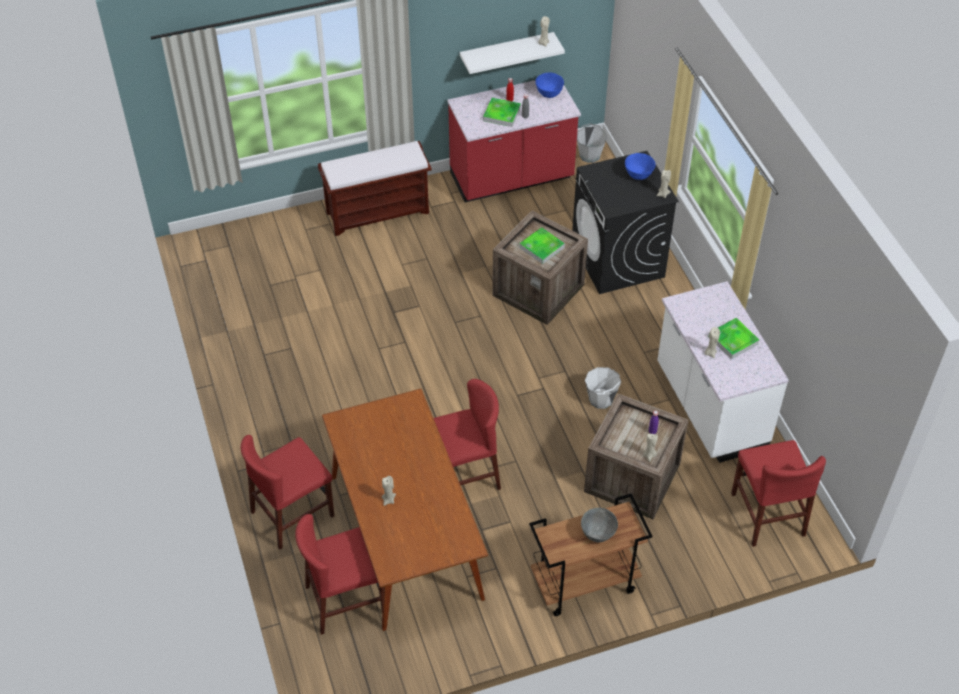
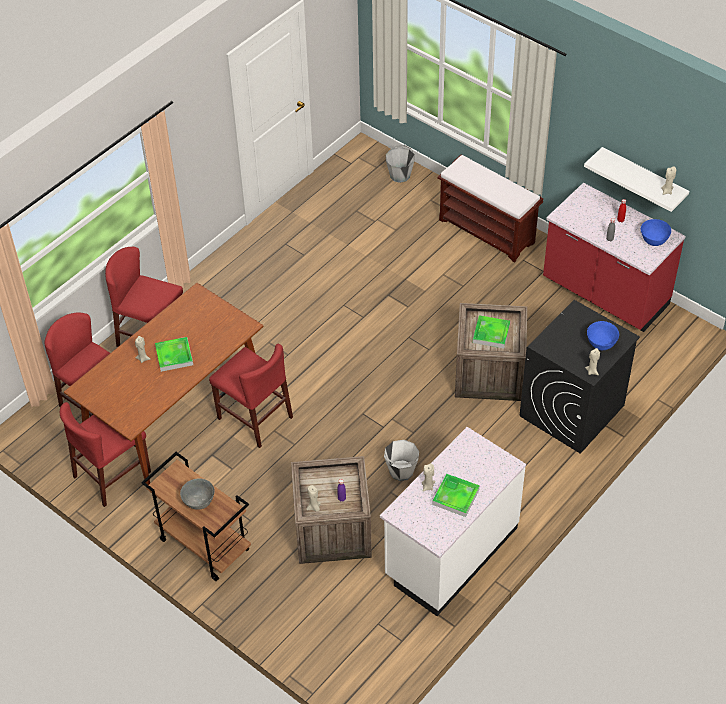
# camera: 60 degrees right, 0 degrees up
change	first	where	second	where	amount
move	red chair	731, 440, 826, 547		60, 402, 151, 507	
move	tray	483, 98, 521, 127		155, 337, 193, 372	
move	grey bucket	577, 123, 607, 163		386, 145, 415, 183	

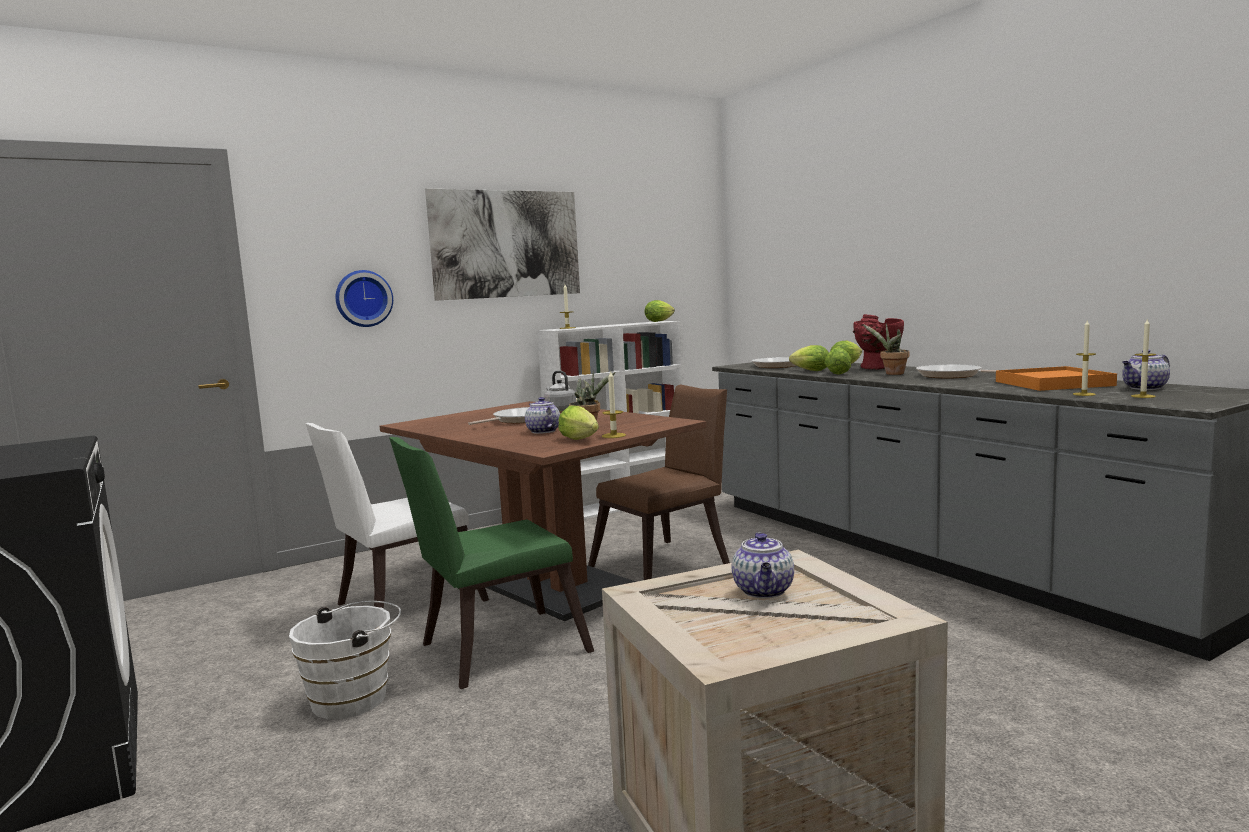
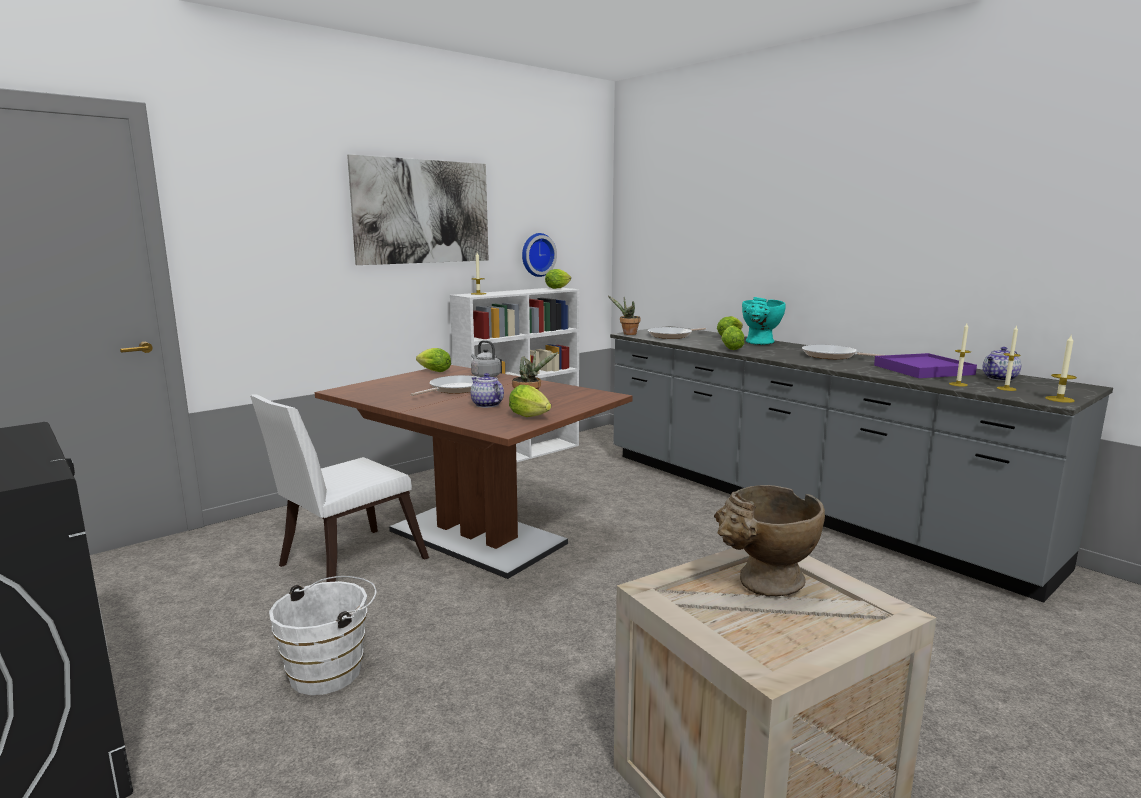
# camera: 10 degrees left, 5 degrees up
change	first	where	second	where	amount
move	lettuce	789, 345, 829, 371		416, 348, 451, 372	
move	wall clock	336, 270, 393, 327		522, 233, 557, 277	
move	potted plant	862, 323, 910, 375		608, 296, 640, 335	
replace	teapot	732, 532, 794, 599	beige vase	714, 485, 825, 597	
recolor	red vase	853, 314, 904, 370	turquoise vase	742, 297, 786, 345	
recolor	orange tray	996, 366, 1117, 391	purple tray	874, 353, 977, 378	
move	candle	602, 370, 626, 438		1045, 334, 1077, 403	
delete	green chair	389, 437, 594, 689			
delete	brown chair	588, 385, 730, 580			

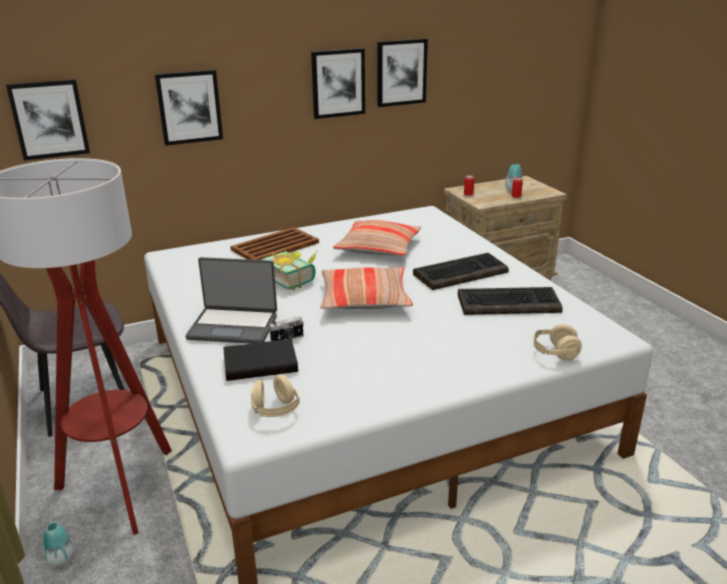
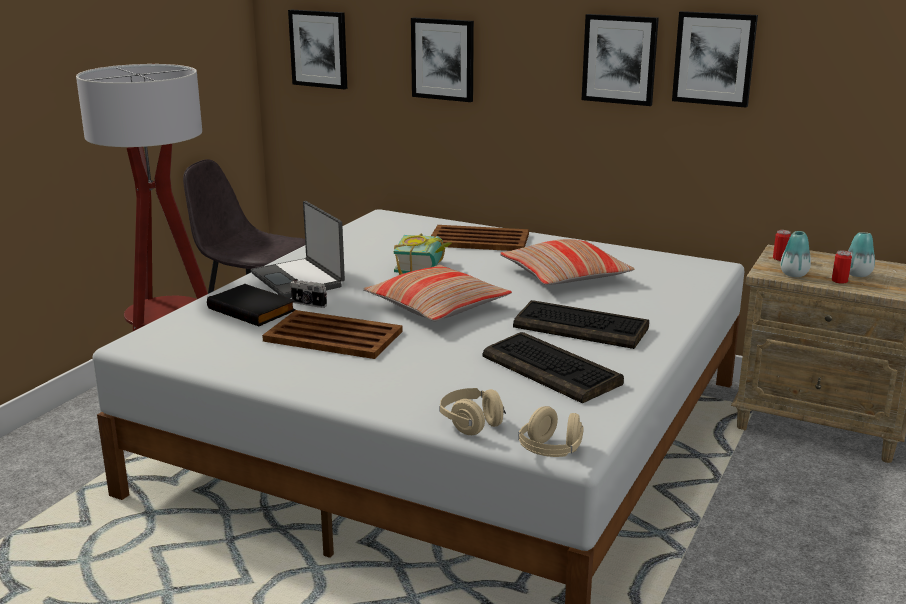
# camera: 50 degrees right, 5 degrees down
change	first	where	second	where	amount
insert			brown tray	262, 310, 403, 359	
move	beige headphones	251, 375, 300, 417		518, 406, 584, 457	
move	vase	43, 522, 75, 566		780, 231, 811, 277	

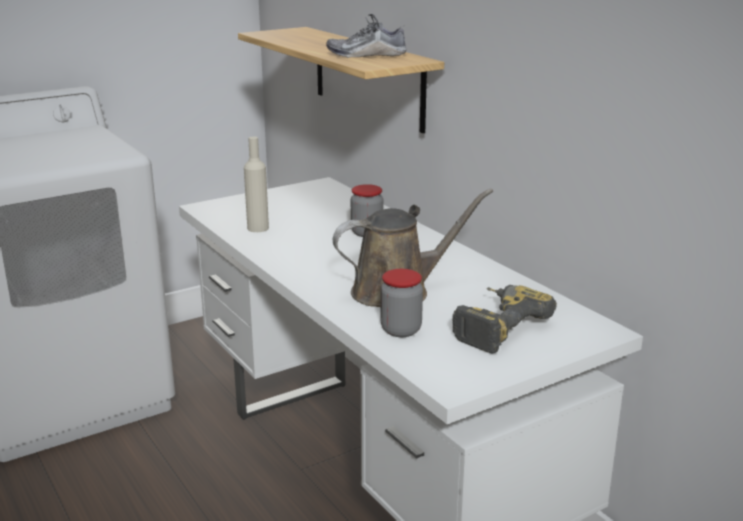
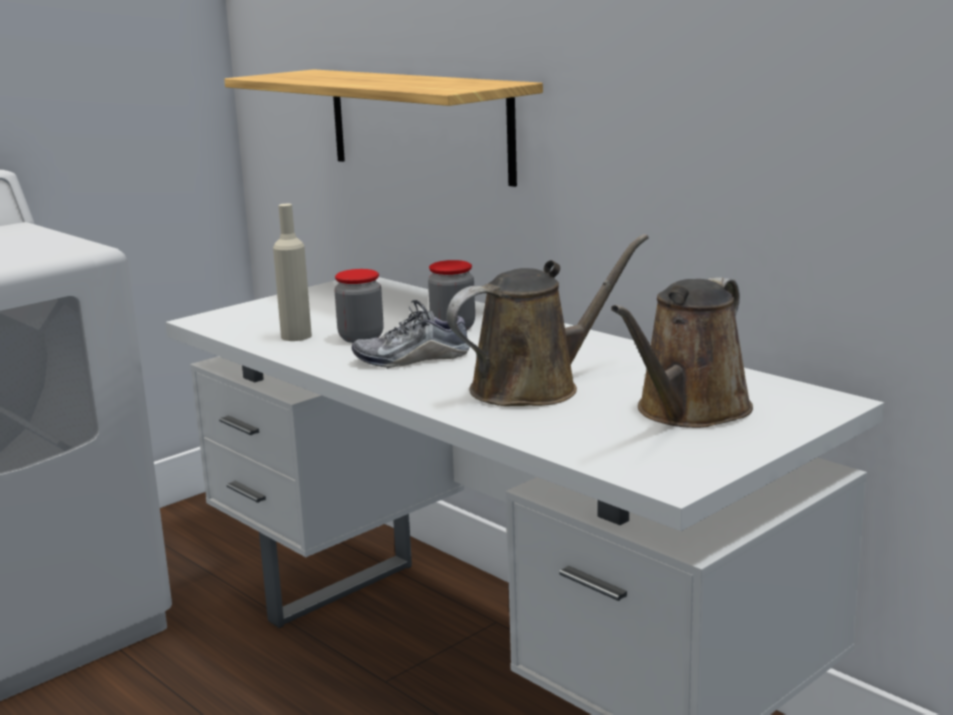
# camera: 10 degrees left, 5 degrees down
change	first	where	second	where	amount
move	jar	380, 269, 423, 337		334, 269, 384, 343	
move	shoe	326, 14, 407, 58		352, 300, 470, 369	
replace	power drill	453, 285, 557, 353	brown watering can	611, 277, 753, 428	

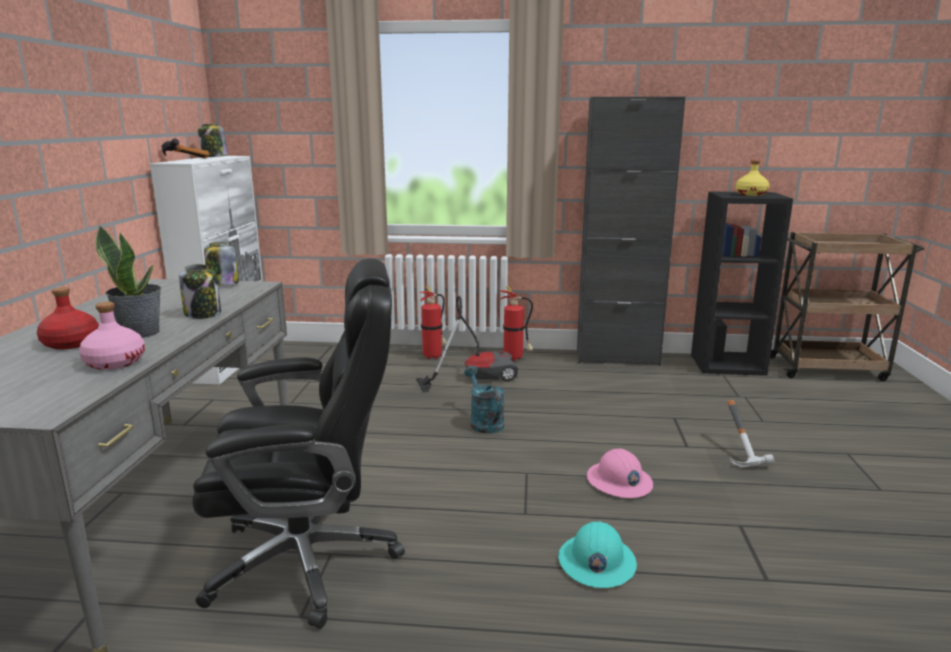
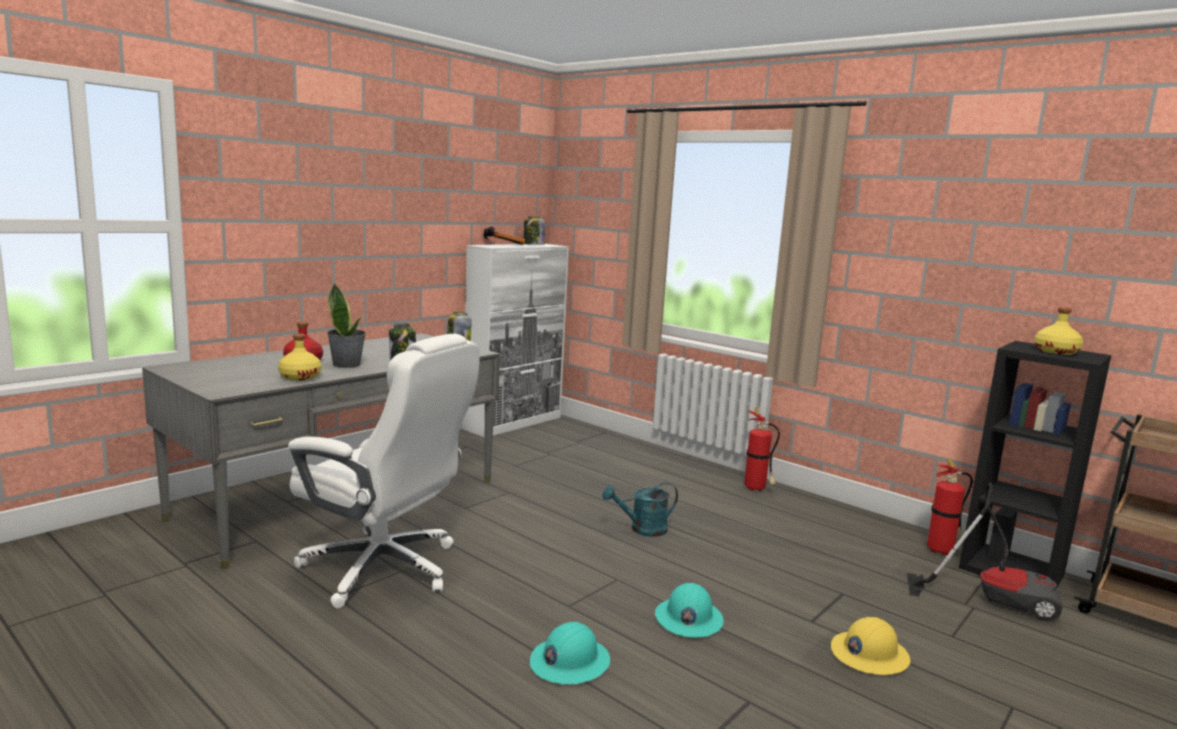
# camera: 35 degrees right, 5 degrees down
change	first	where	second	where	amount
recolor	pink bottle	79, 302, 145, 370	yellow bottle	278, 334, 321, 381	
recolor	black office chair	192, 258, 405, 629	white office chair	288, 334, 480, 609	
rotate	turquoise watering can	464, 366, 505, 433		602, 482, 678, 537	120 degrees counterclockwise
recolor	pink hard hat	587, 449, 653, 498	turquoise hard hat	655, 583, 724, 638	
replace	hammer	727, 400, 774, 467	yellow hard hat	831, 617, 911, 675	
move	vacuum cleaner	416, 296, 518, 393		907, 483, 1063, 621	
move	fire extinguisher	419, 286, 447, 359		927, 458, 973, 555	
delete	black cabinet	577, 97, 685, 366			

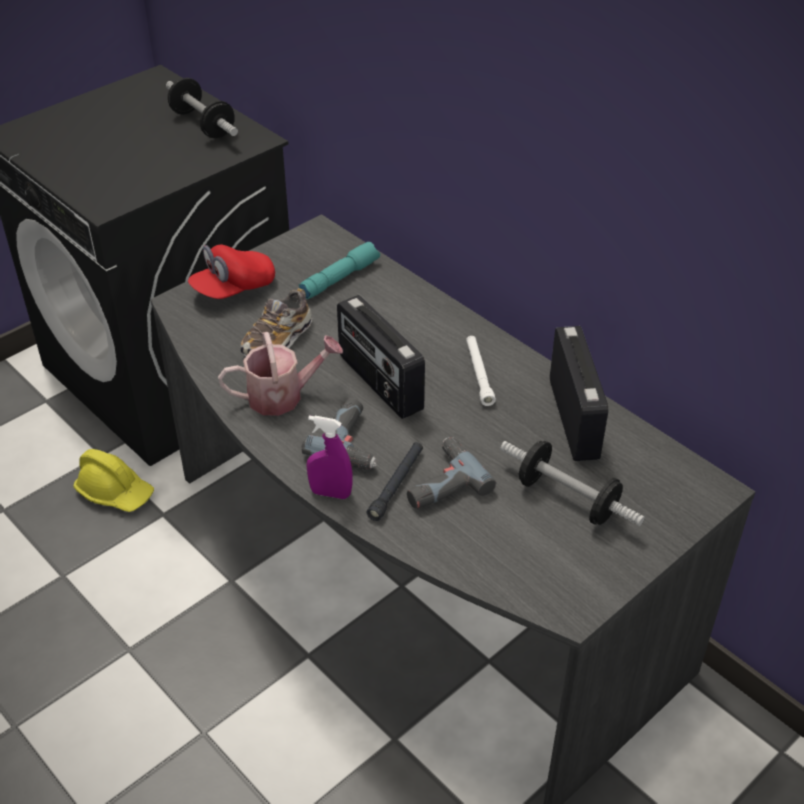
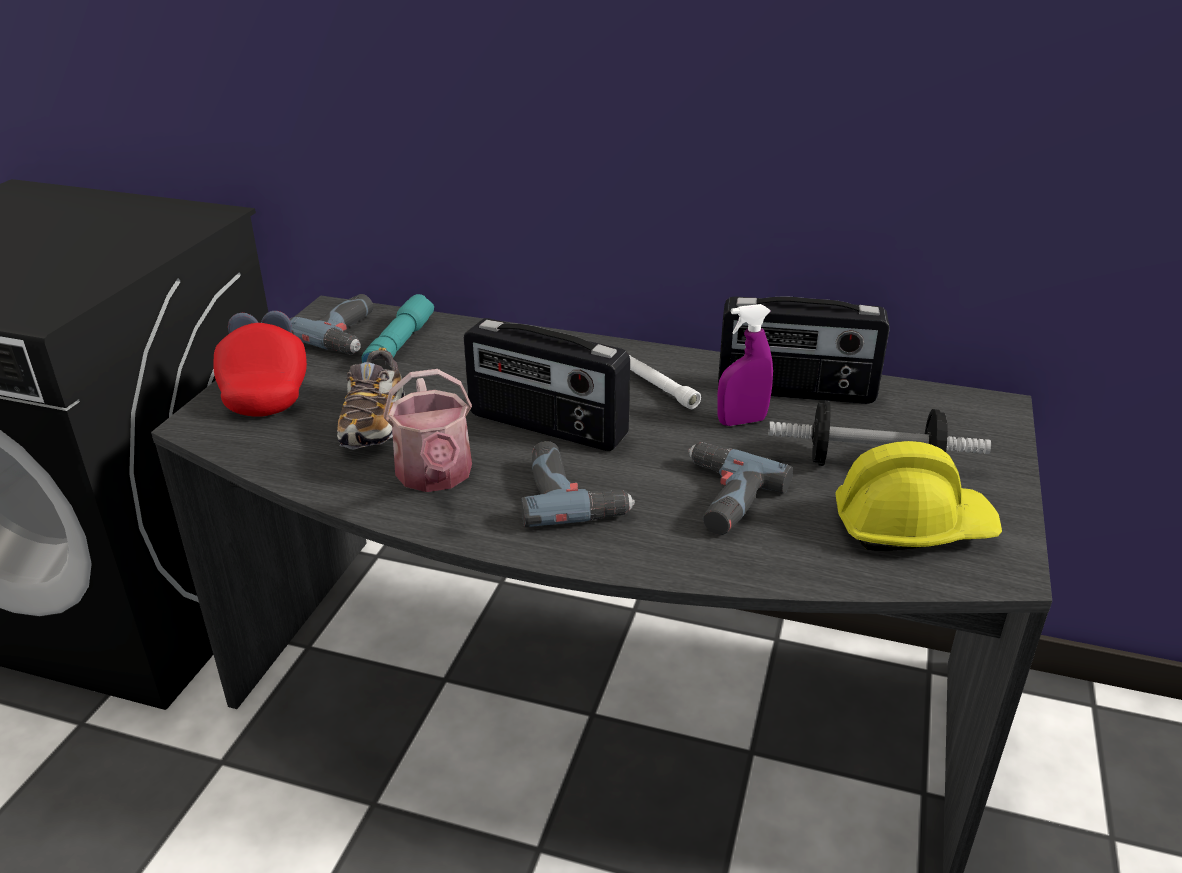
# camera: 30 degrees left, 10 degrees down
change	first	where	second	where	amount
rotate	red cap	188, 245, 275, 299		213, 311, 307, 417	150 degrees clockwise
insert			power drill	290, 294, 373, 354	
rotate	watering can	218, 332, 343, 416		383, 369, 472, 492	120 degrees clockwise
move	purple spray bottle	306, 416, 353, 499		717, 304, 773, 426	
rotate	radio	550, 326, 608, 461		718, 296, 890, 404	135 degrees clockwise
move	yellow hard hat	73, 449, 154, 512		835, 441, 1002, 551	
delete	dumbbell	166, 78, 238, 138			
delete	black flashlight	367, 442, 423, 521			

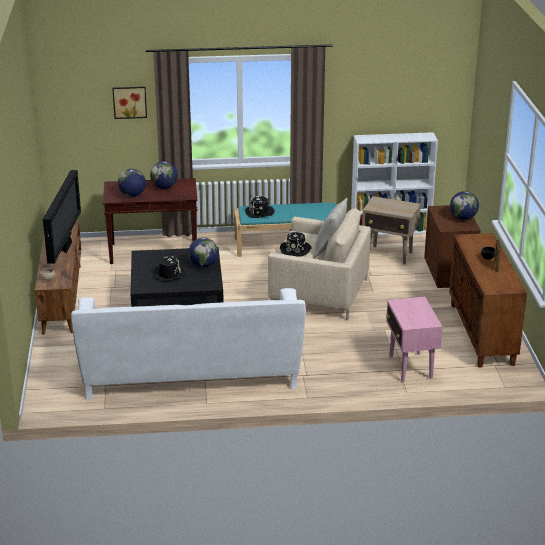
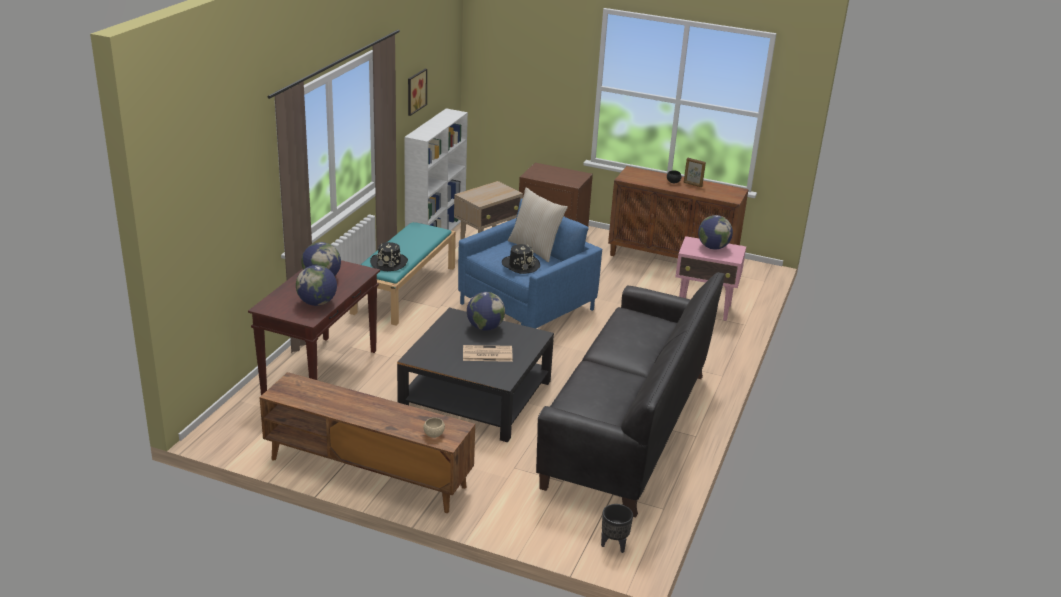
# camera: 65 degrees left, 0 degrees up
change	first	where	second	where	amount
move	picture	112, 87, 147, 119		408, 69, 427, 116	
recolor	beige armchair	268, 208, 371, 320	blue armchair	458, 198, 602, 328	
replace	black hat	152, 256, 186, 282	newspaper	463, 345, 513, 362	
recolor	white sofa	71, 288, 306, 400	black sofa	536, 272, 725, 518	
insert			black planter	601, 504, 633, 553	
move	globe	450, 191, 479, 220		698, 215, 733, 250	
delete	television	43, 170, 81, 264			

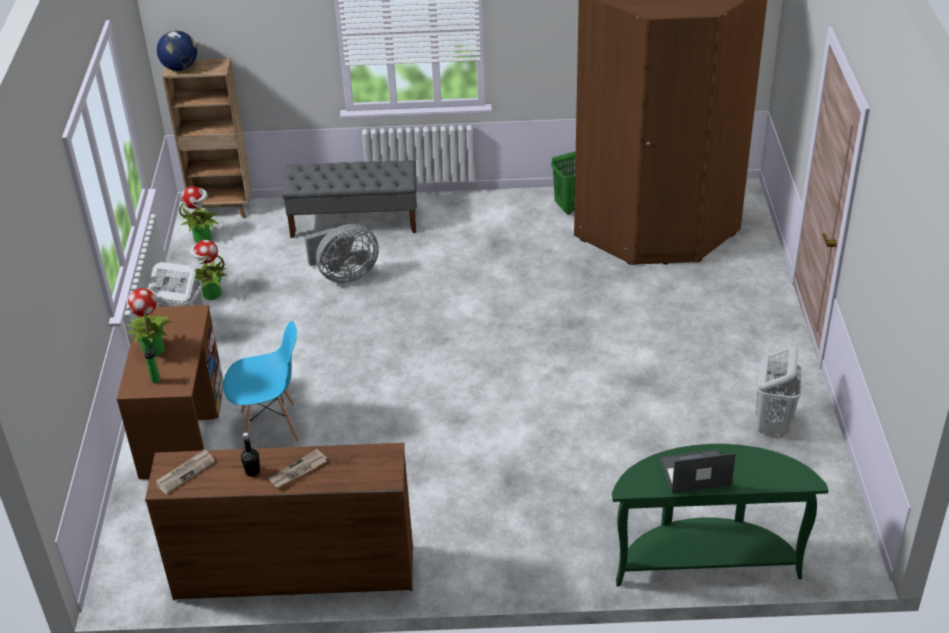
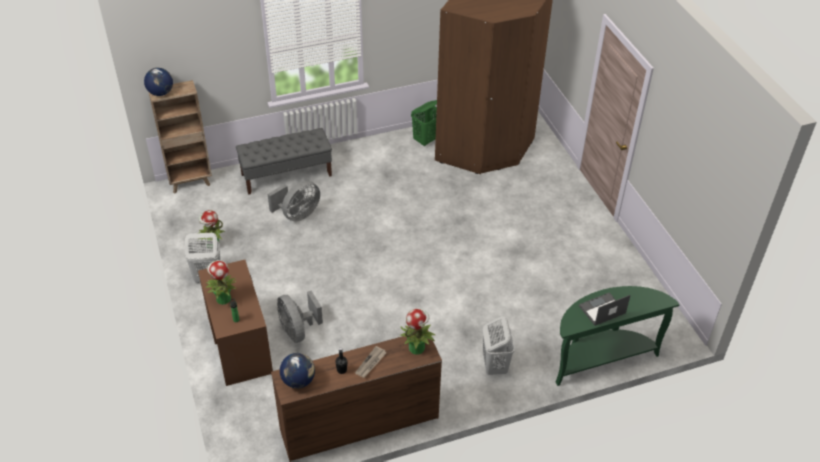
# camera: 20 degrees left, 5 degrees up
change	first	where	second	where	amount
replace	blue chair	224, 321, 300, 449	grey fan	277, 291, 323, 343	
replace	newspaper	156, 449, 215, 495	globe	280, 353, 315, 388	
move	potted plant	179, 186, 219, 243		400, 308, 435, 355	
move	white laundry basket	756, 346, 803, 436		482, 316, 515, 375	

